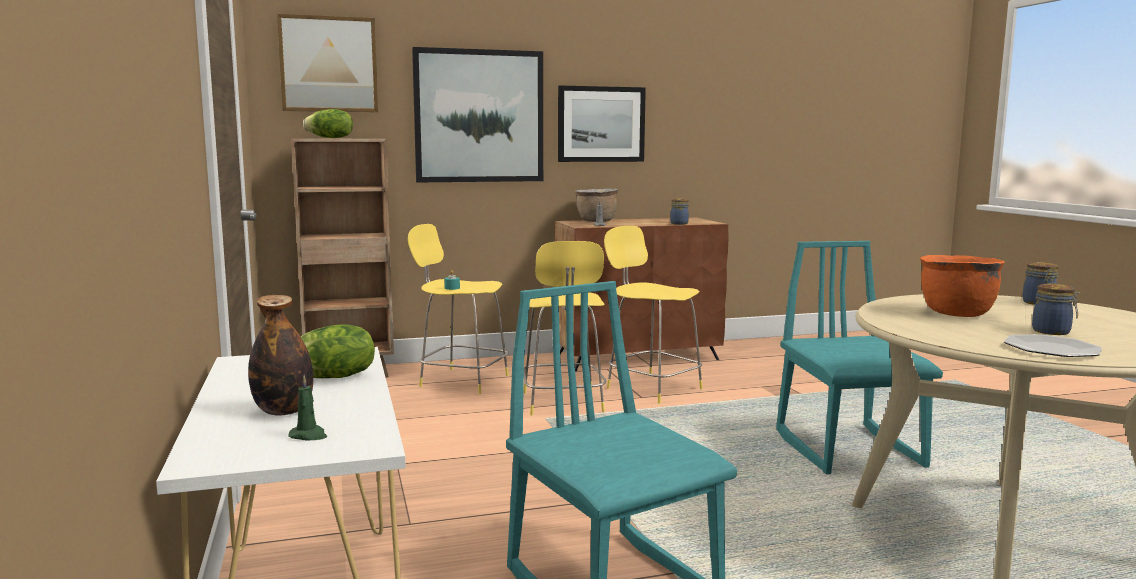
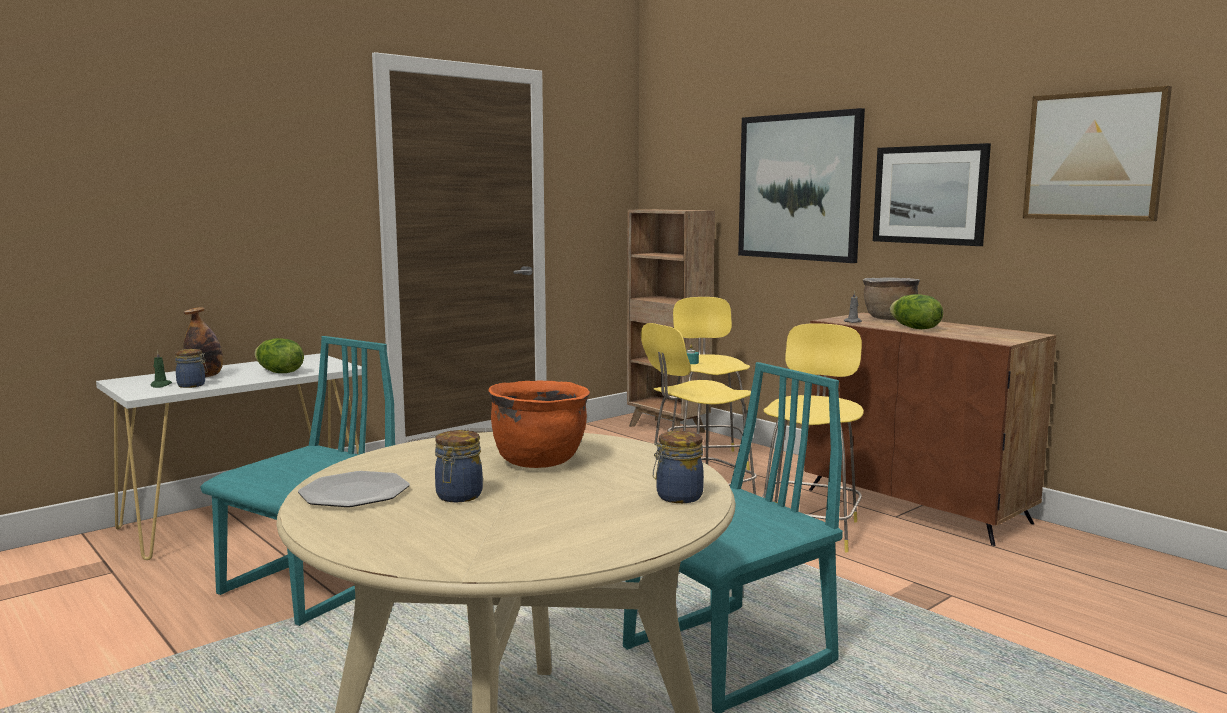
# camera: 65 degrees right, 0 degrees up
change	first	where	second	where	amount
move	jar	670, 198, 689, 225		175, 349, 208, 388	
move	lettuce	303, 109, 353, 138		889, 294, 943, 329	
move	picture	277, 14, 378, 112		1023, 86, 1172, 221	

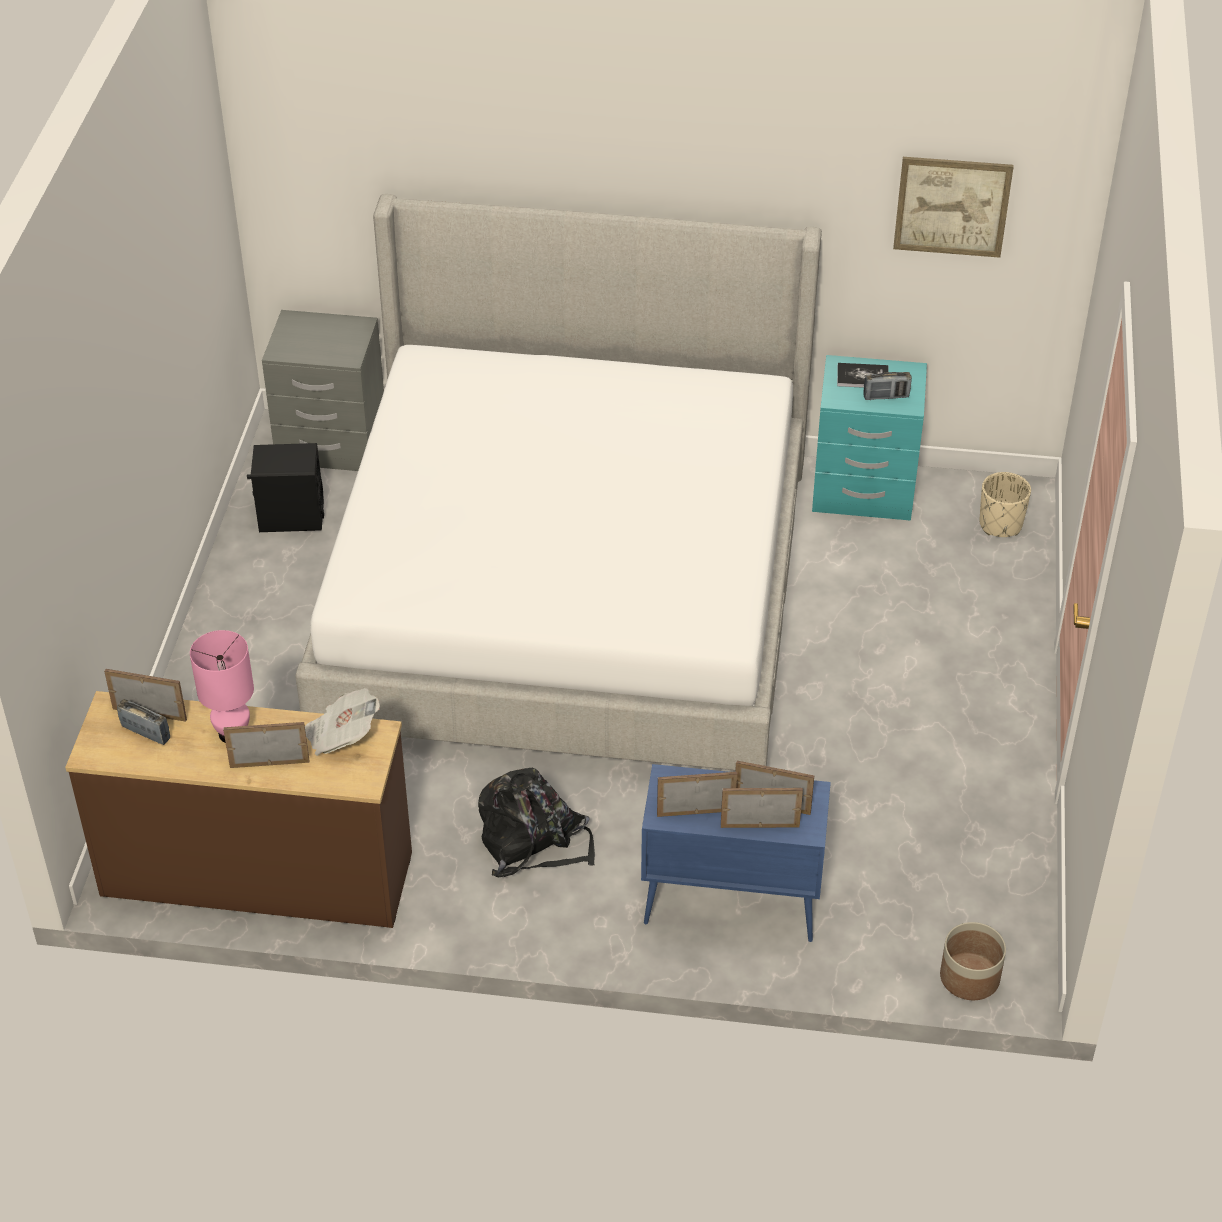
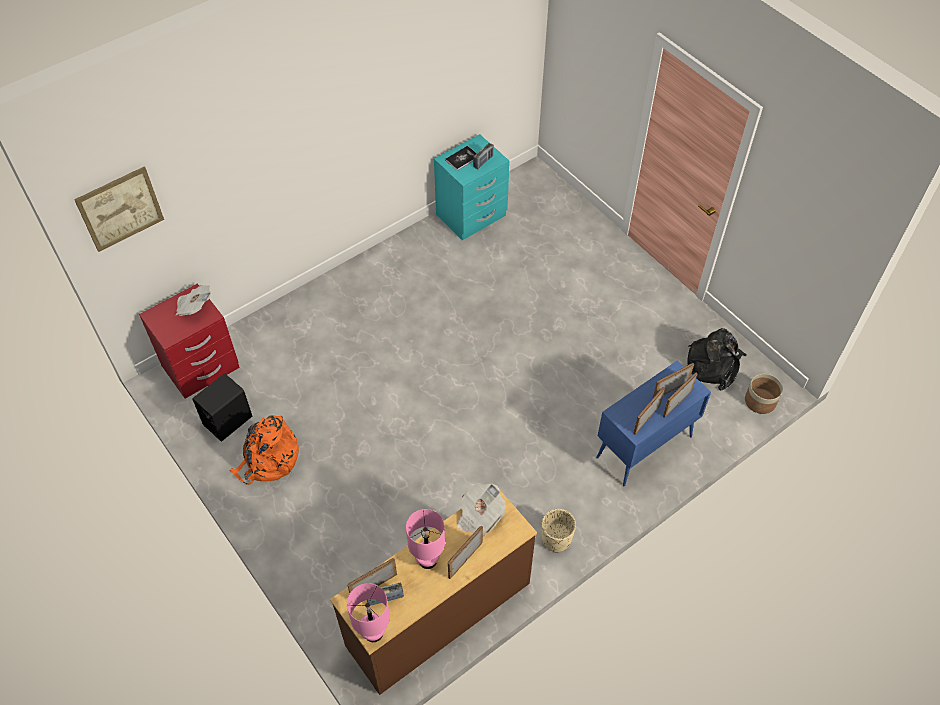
# camera: 45 degrees left, 10 degrees up
change	first	where	second	where	amount
move	picture	893, 157, 1014, 258		74, 166, 164, 252	
recolor	grey nightstand	262, 310, 384, 471	red nightstand	139, 284, 240, 399	
insert			newspaper	176, 285, 211, 316	
insert			orange backpack	230, 415, 299, 485	
insert			pink table lamp	347, 583, 390, 642	
move	beige planter	980, 472, 1031, 537		542, 509, 576, 552	
move	black backpack	478, 768, 595, 877		687, 328, 747, 391	
delete	bed	296, 194, 822, 770			

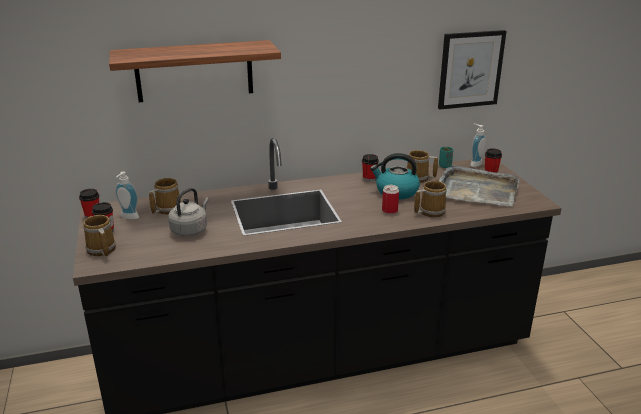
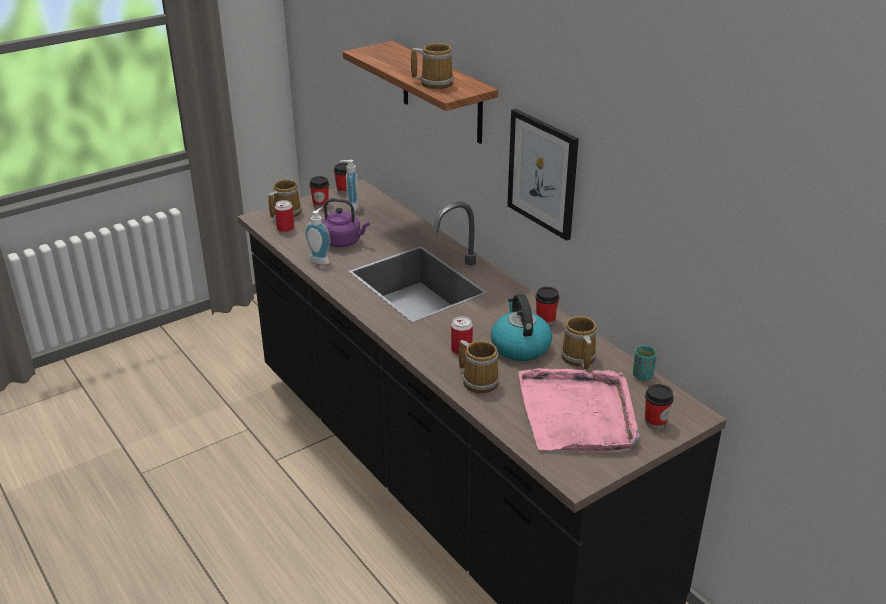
# camera: 70 degrees right, 5 degrees up
change	first	where	second	where	amount
insert			can	275, 200, 294, 232	
move	soap dispenser	470, 124, 486, 167		305, 207, 330, 265	
recolor	grey kettle	168, 188, 209, 237	purple kettle	322, 198, 370, 247	
move	mug	149, 178, 181, 214		411, 43, 454, 89	
move	picture	438, 30, 506, 110		507, 109, 579, 241	
recolor	grey tray	439, 165, 519, 206	pink tray	518, 368, 639, 451	

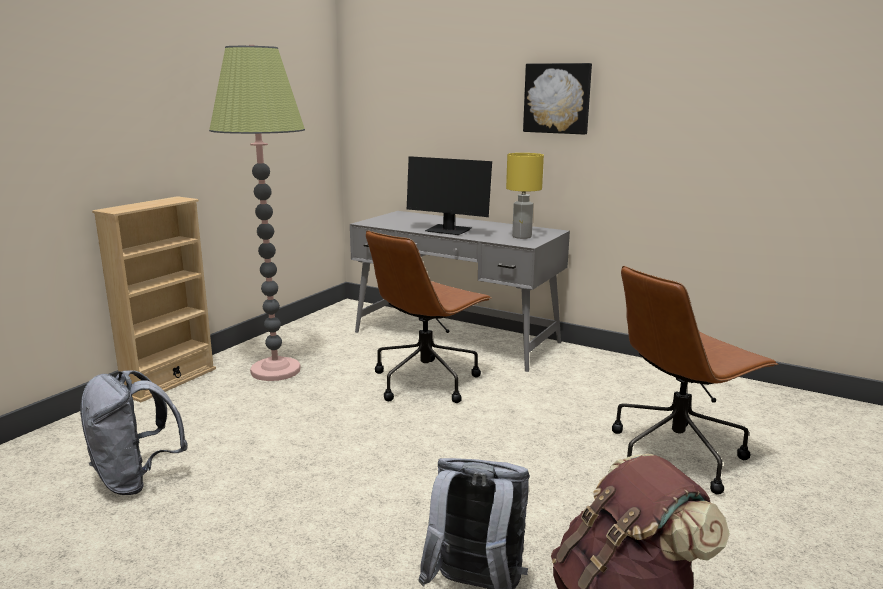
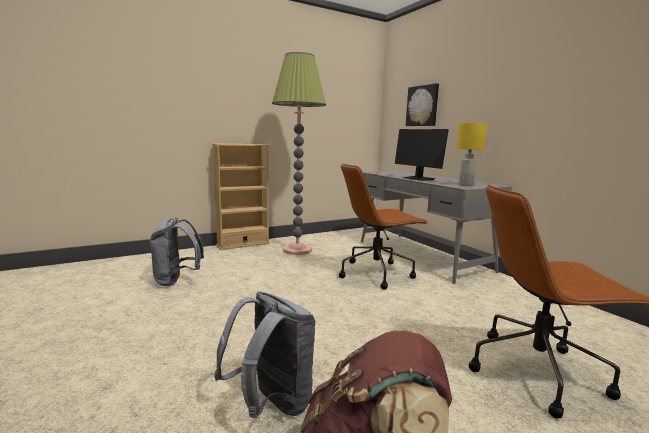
# camera: 30 degrees right, 5 degrees down
change	first	where	second	where	amount
move	picture	523, 63, 592, 135		406, 83, 439, 126	

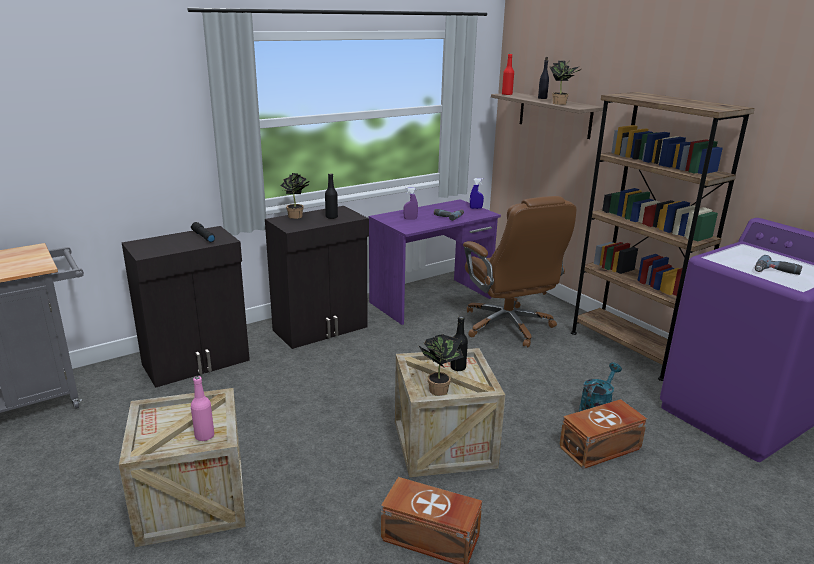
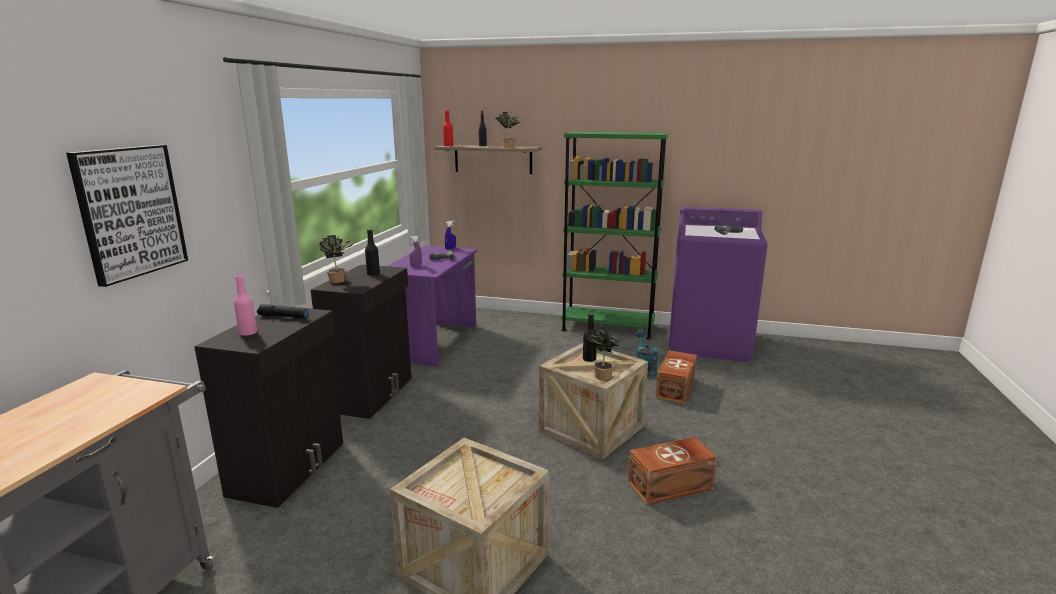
# camera: 40 degrees left, 5 degrees down
change	first	where	second	where	amount
insert			picture	66, 145, 188, 287	
move	pink bottle	191, 376, 214, 441		234, 274, 257, 336	
recolor	brown bookcase	571, 92, 755, 381	green bookcase	561, 131, 668, 340	
delete	brown office chair	463, 196, 576, 348			

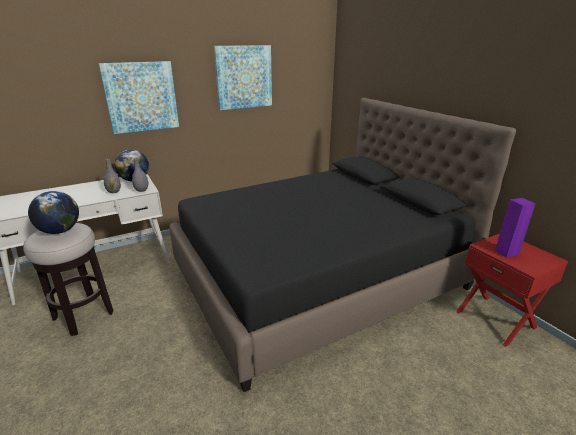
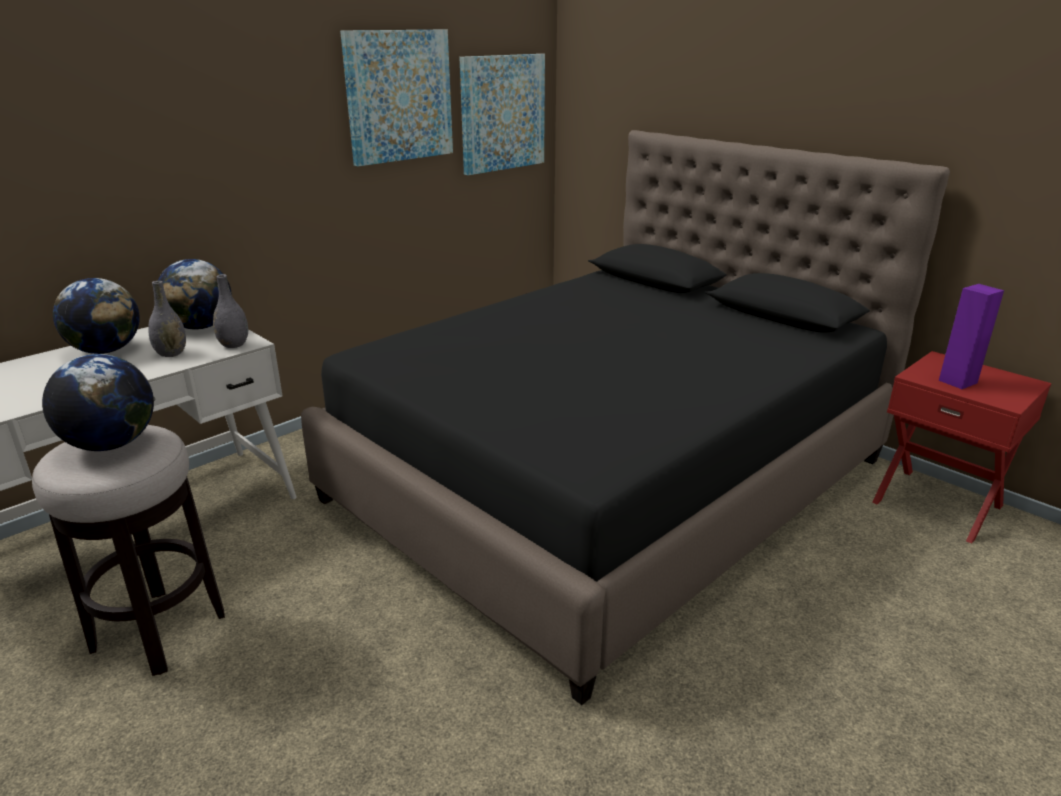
# camera: 15 degrees left, 0 degrees up
change	first	where	second	where	amount
insert			globe	53, 278, 140, 354	
move	picture	99, 61, 179, 134		459, 54, 545, 175	

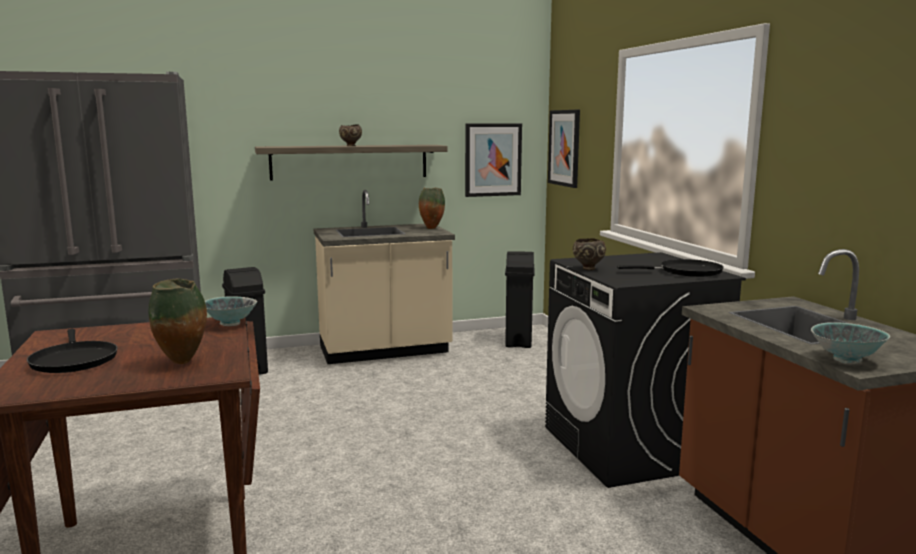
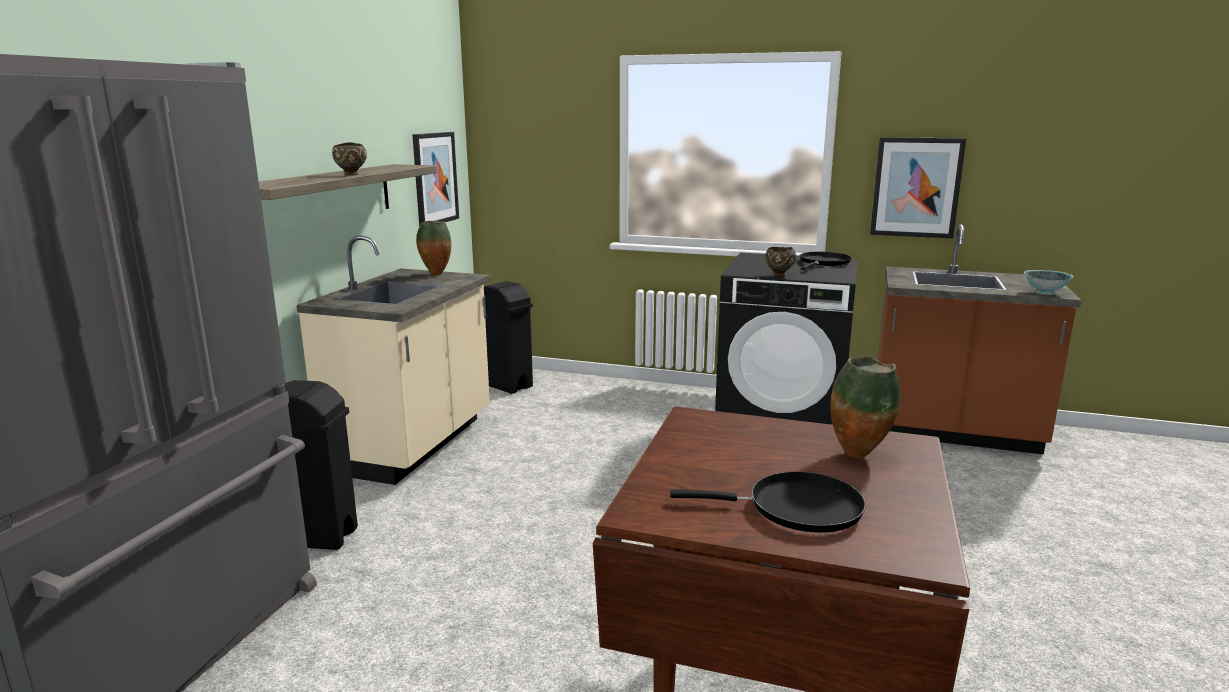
# camera: 55 degrees left, 5 degrees up
change	first	where	second	where	amount
move	picture	548, 110, 580, 188		870, 137, 966, 239	
delete	bowl	205, 296, 257, 326			

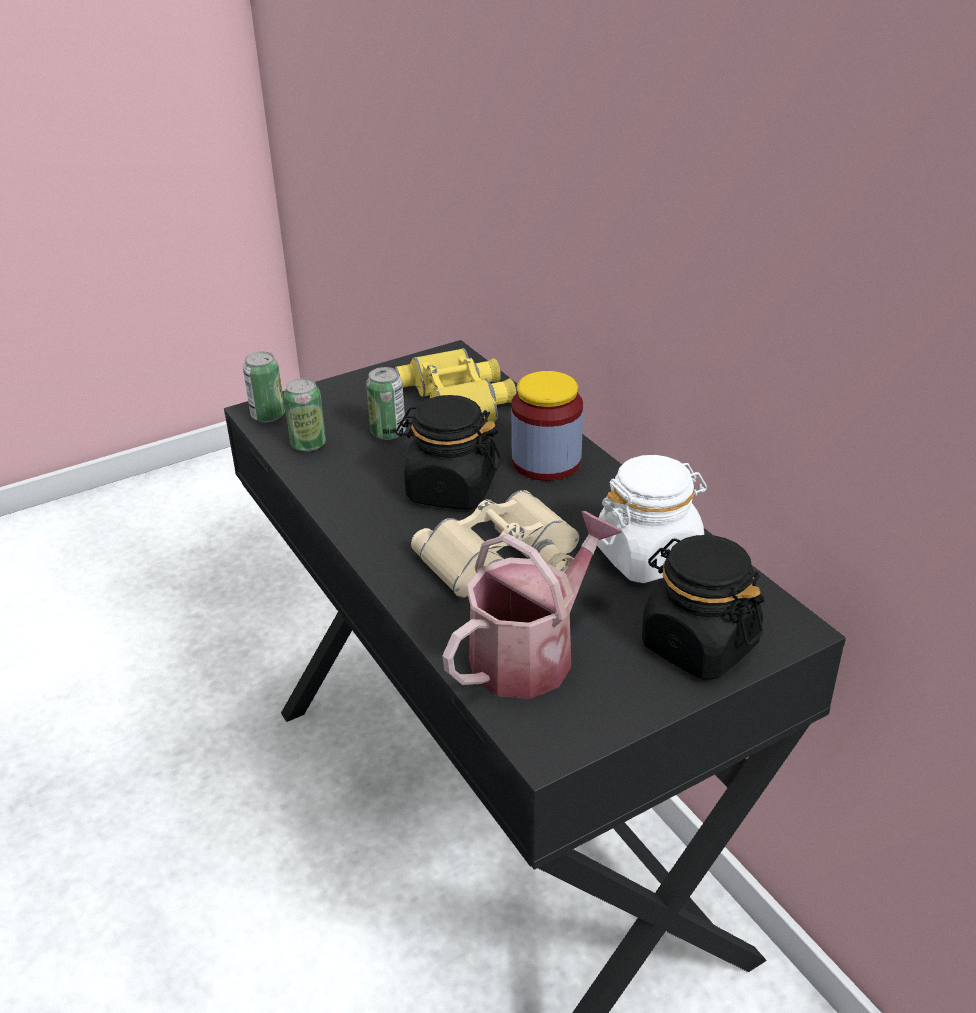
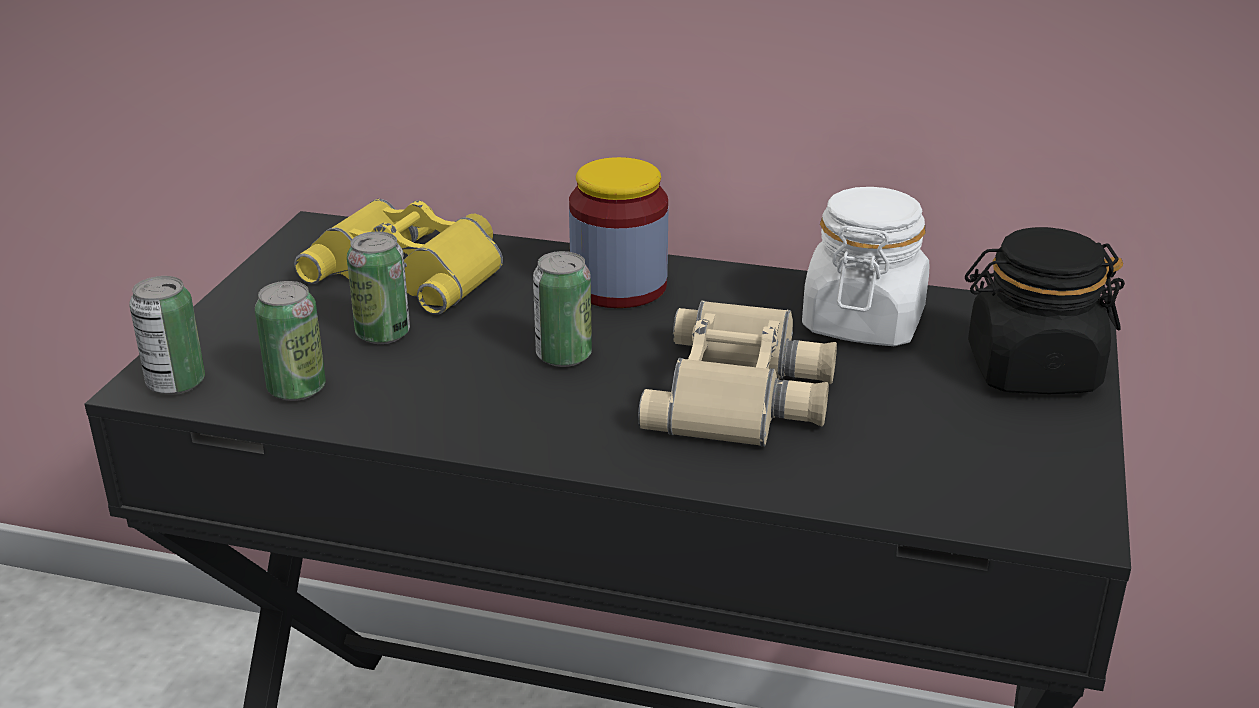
# camera: 45 degrees left, 5 degrees down
change	first	where	second	where	amount
replace	black jar	395, 395, 502, 509	can	533, 251, 592, 367	
delete	watering can	442, 511, 622, 699			

